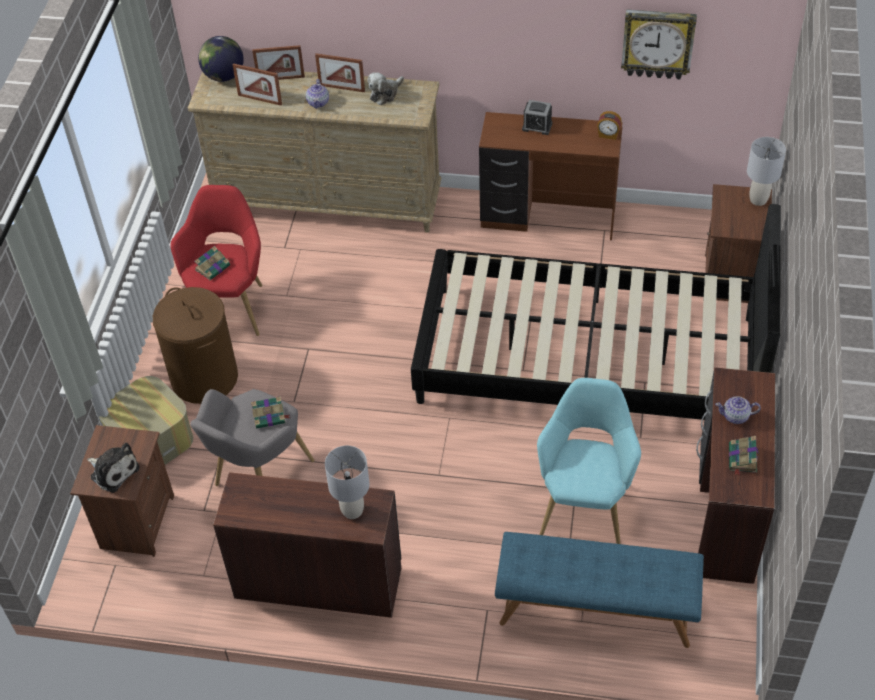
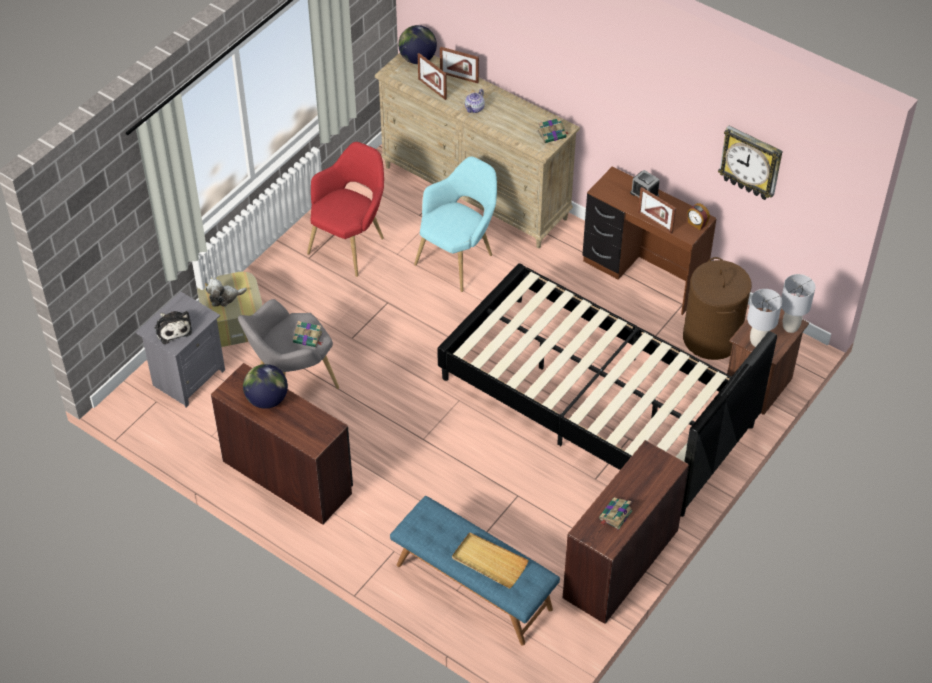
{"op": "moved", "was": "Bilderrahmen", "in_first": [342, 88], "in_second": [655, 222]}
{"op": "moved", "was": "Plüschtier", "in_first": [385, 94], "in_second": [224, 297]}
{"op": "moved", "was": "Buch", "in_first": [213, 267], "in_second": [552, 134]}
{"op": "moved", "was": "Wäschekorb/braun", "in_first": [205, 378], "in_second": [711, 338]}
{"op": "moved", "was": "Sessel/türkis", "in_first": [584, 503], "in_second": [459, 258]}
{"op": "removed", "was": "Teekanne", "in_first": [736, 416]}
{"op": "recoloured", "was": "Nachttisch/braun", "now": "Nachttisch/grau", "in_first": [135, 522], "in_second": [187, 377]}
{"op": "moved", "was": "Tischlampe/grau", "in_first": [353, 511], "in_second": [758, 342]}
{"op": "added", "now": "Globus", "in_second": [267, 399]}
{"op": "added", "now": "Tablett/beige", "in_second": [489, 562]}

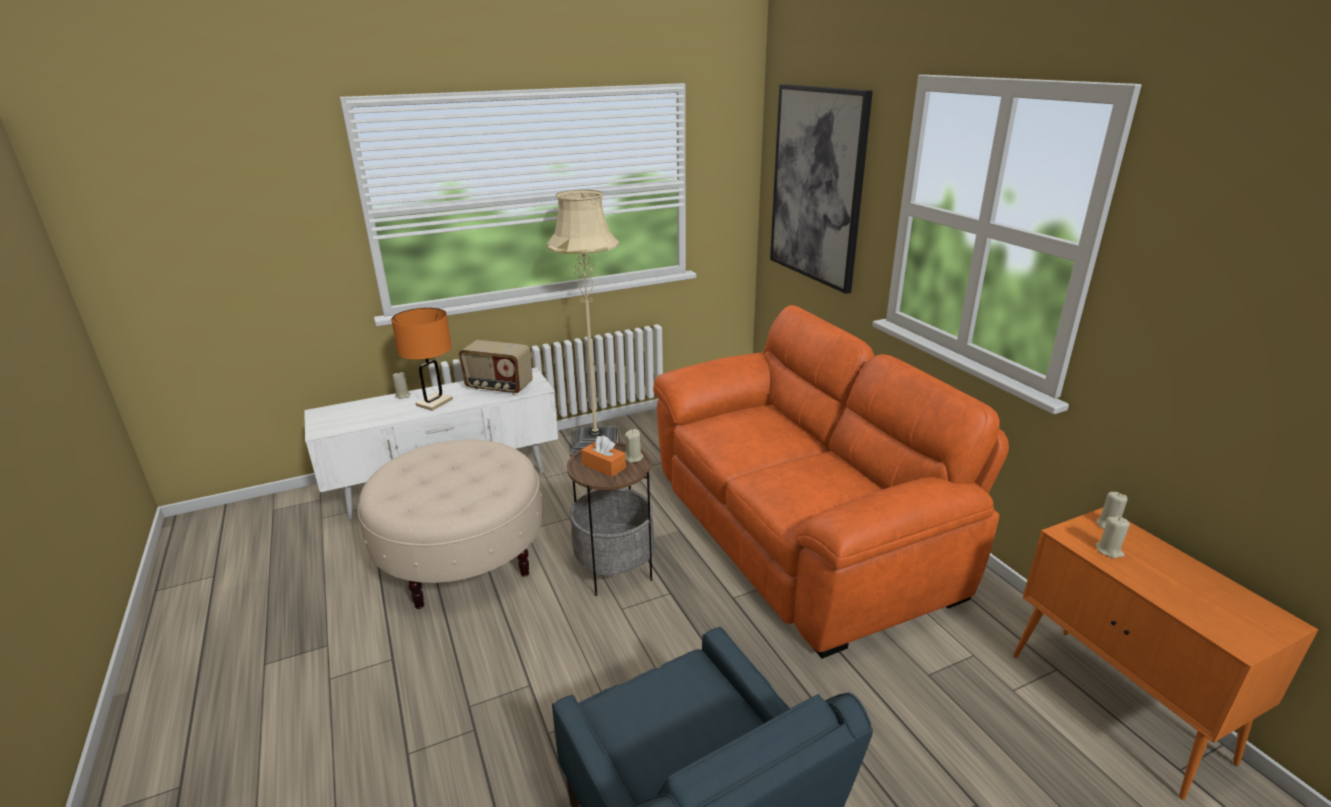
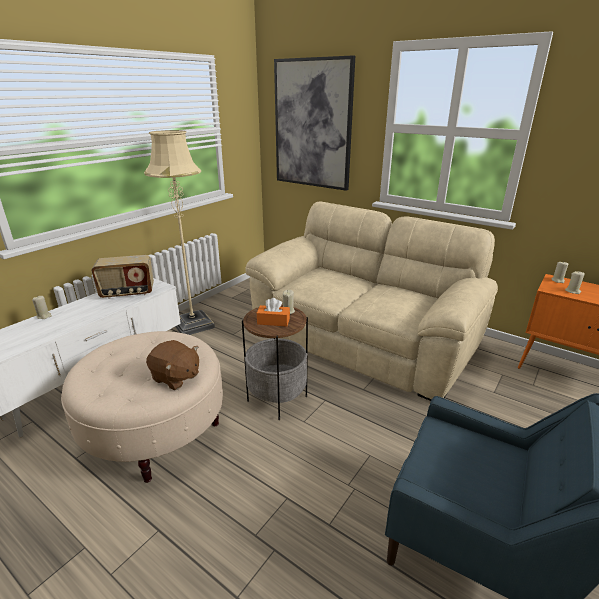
{"op": "recoloured", "was": "Sofa/orange", "now": "Sofa/beige", "in_first": [800, 529], "in_second": [364, 339]}
{"op": "removed", "was": "Tischlampe/orange", "in_first": [434, 402]}
{"op": "added", "now": "Plüschtier/braun", "in_second": [176, 378]}

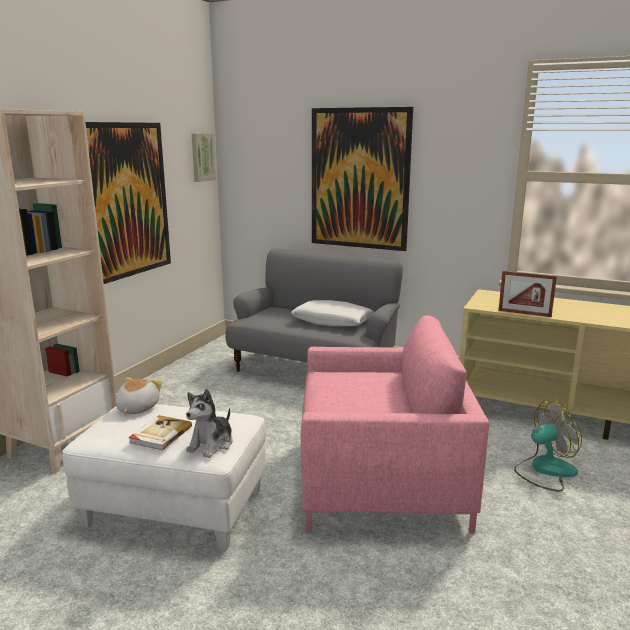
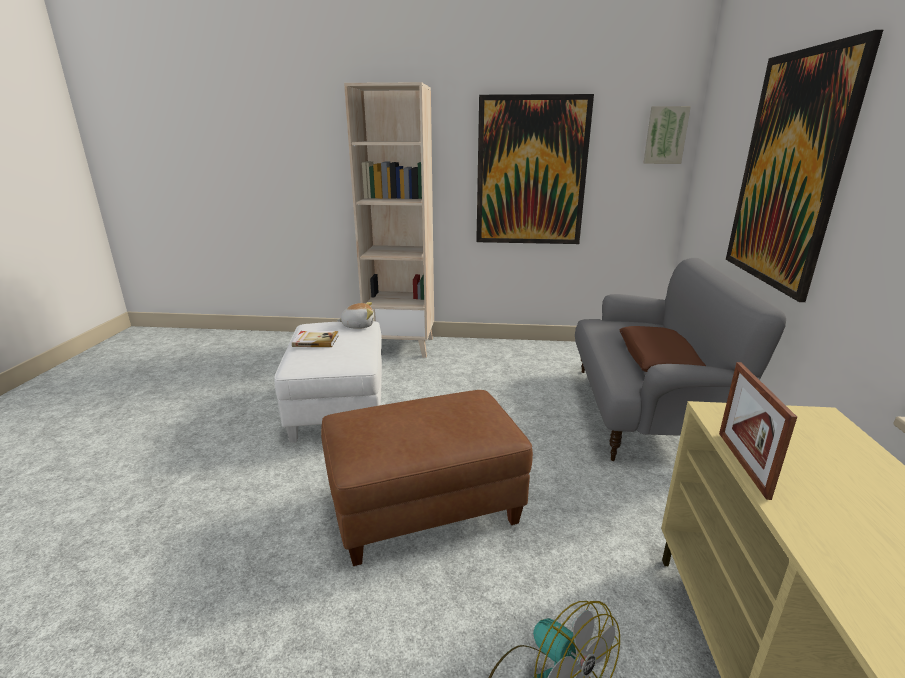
{"op": "recoloured", "was": "Kissen/weiß", "now": "Kissen/braun", "in_first": [332, 321], "in_second": [657, 361]}
{"op": "replaced", "was": "Sessel/rosa", "now": "Polsterhocker/braun", "in_first": [382, 481], "in_second": [423, 509]}
{"op": "removed", "was": "Plüschtier", "in_first": [211, 444]}

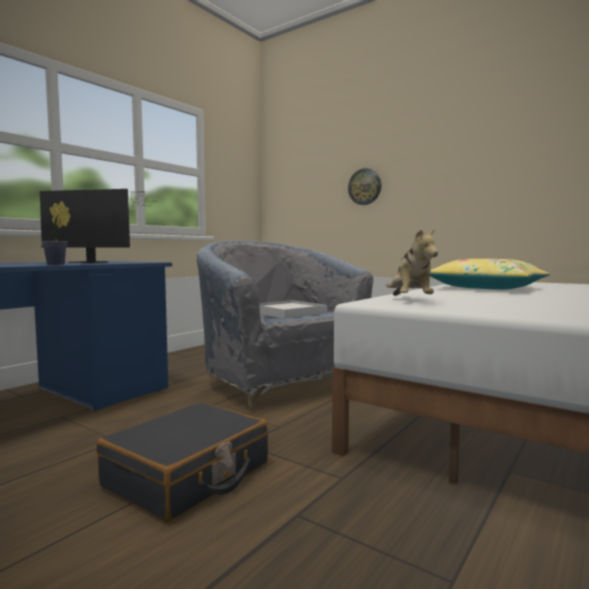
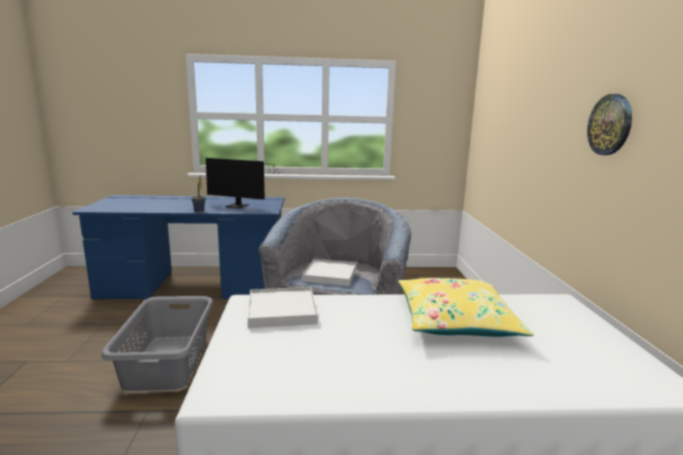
{"op": "moved", "was": "Wanduhr", "in_first": [365, 187], "in_second": [610, 125]}
{"op": "turned", "was": "Monitor", "in_first": [92, 262], "in_second": [239, 206], "clockwise": -45}
{"op": "replaced", "was": "Plüschtier", "now": "Tablett/weiß", "in_first": [410, 300], "in_second": [282, 310]}
{"op": "replaced", "was": "Koffer/schwarz", "now": "Wäschekorb/grau", "in_first": [188, 476], "in_second": [168, 361]}

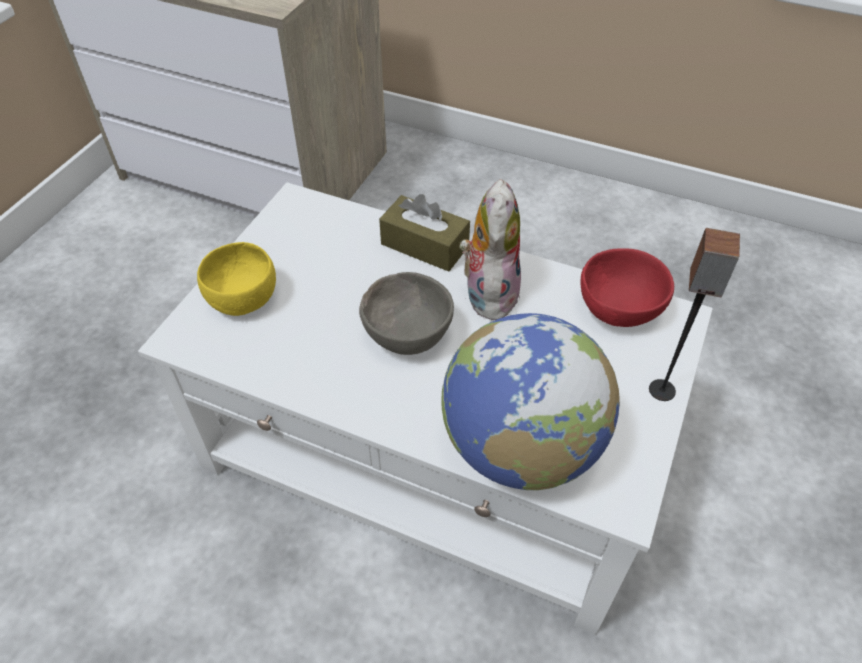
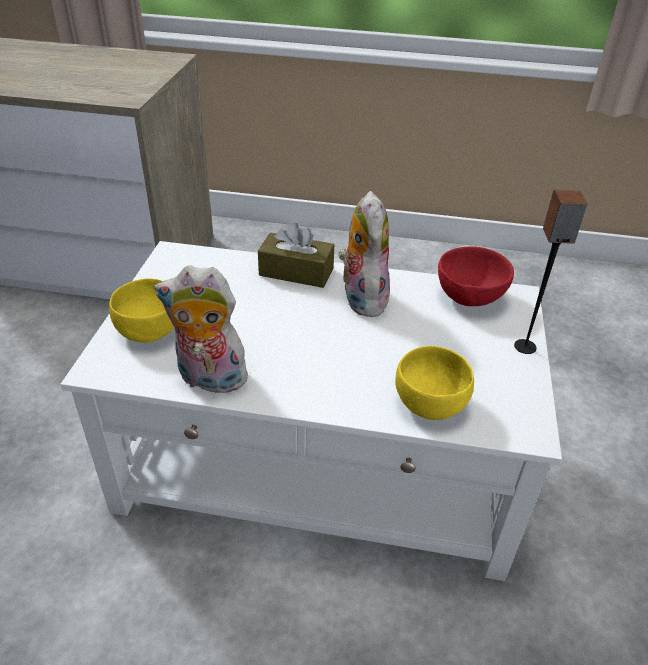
{"op": "removed", "was": "Schüssel/grau", "in_first": [407, 335]}
{"op": "replaced", "was": "Globus", "now": "Schüssel/gelb", "in_first": [521, 446], "in_second": [431, 403]}
{"op": "added", "now": "Plüschtier", "in_second": [209, 380]}

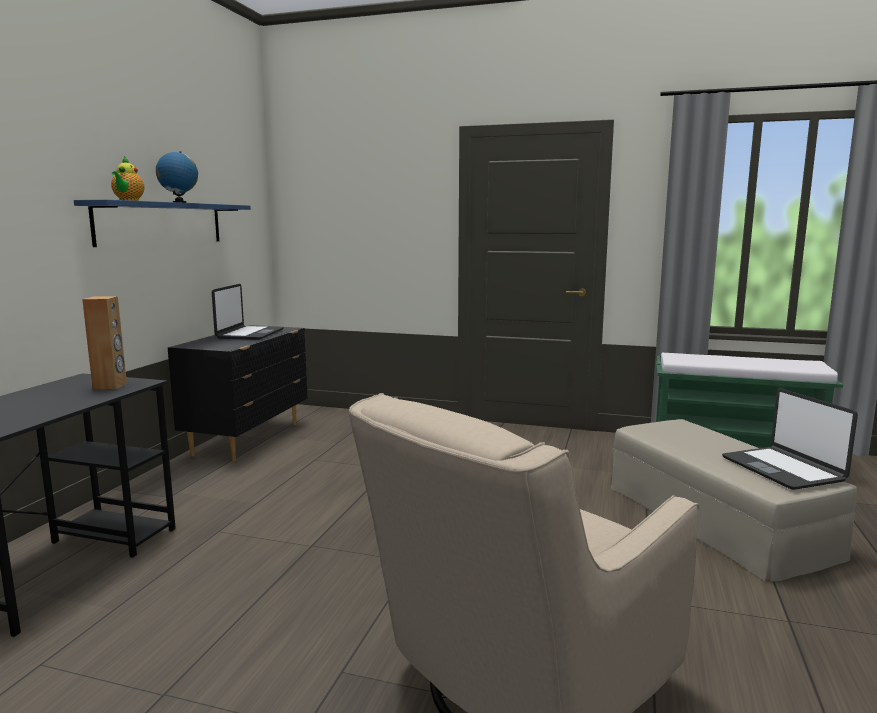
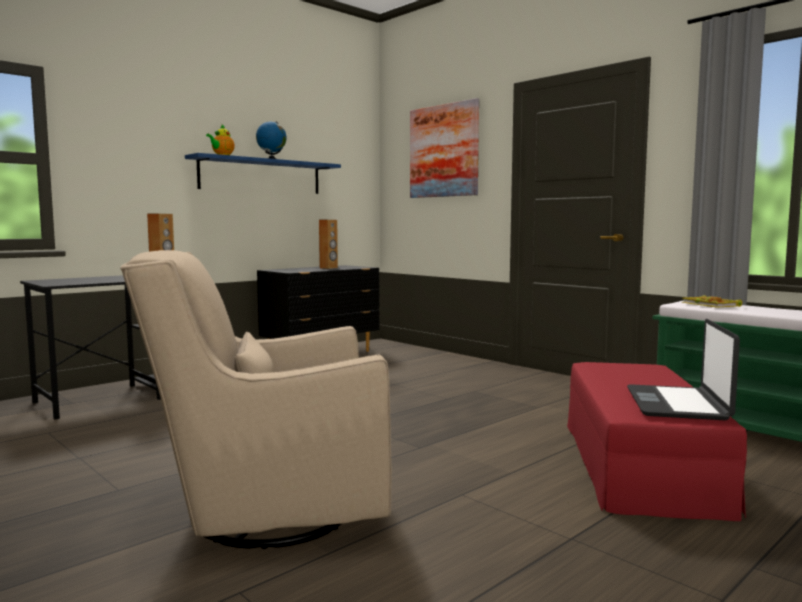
{"op": "replaced", "was": "Laptop", "now": "Lautsprecher/braun", "in_first": [249, 334], "in_second": [328, 268]}
{"op": "recoloured", "was": "Polsterhocker/beige", "now": "Polsterhocker/rot", "in_first": [716, 518], "in_second": [639, 463]}
{"op": "added", "now": "Bild", "in_second": [444, 151]}
{"op": "added", "now": "Buch", "in_second": [711, 305]}

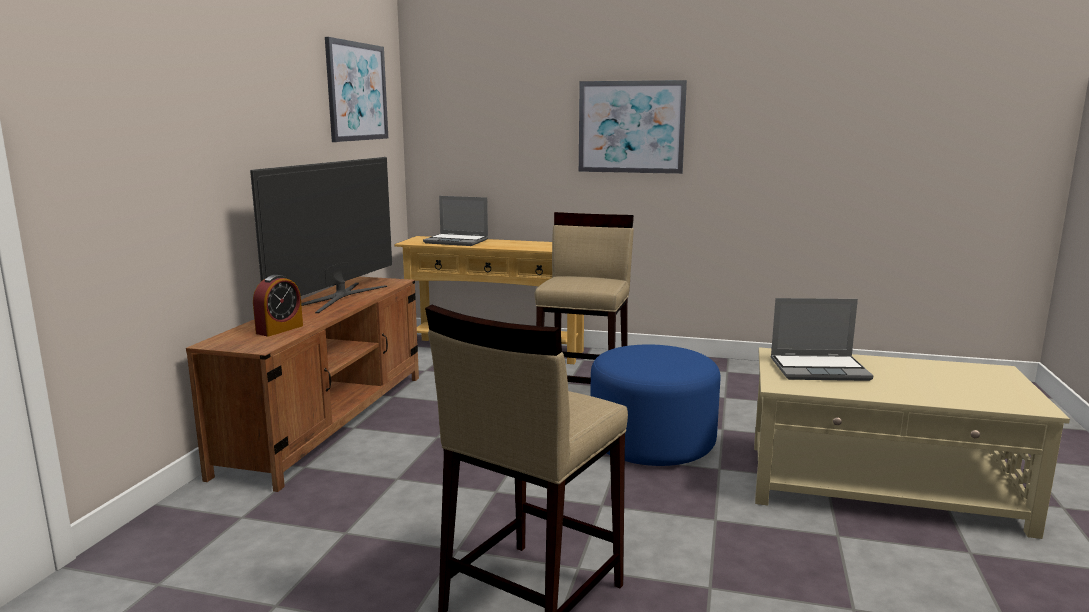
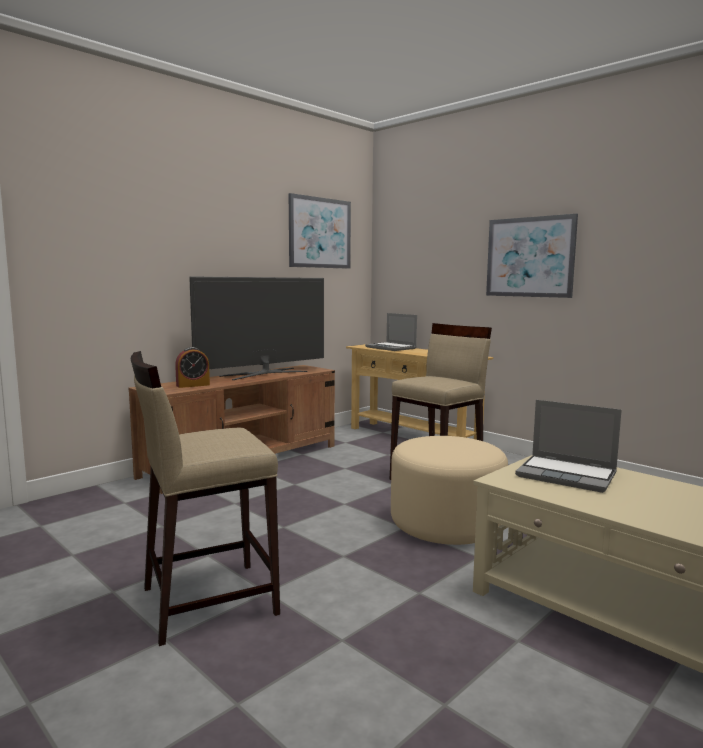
{"op": "recoloured", "was": "Polsterhocker/blau", "now": "Polsterhocker/beige", "in_first": [652, 442], "in_second": [446, 523]}

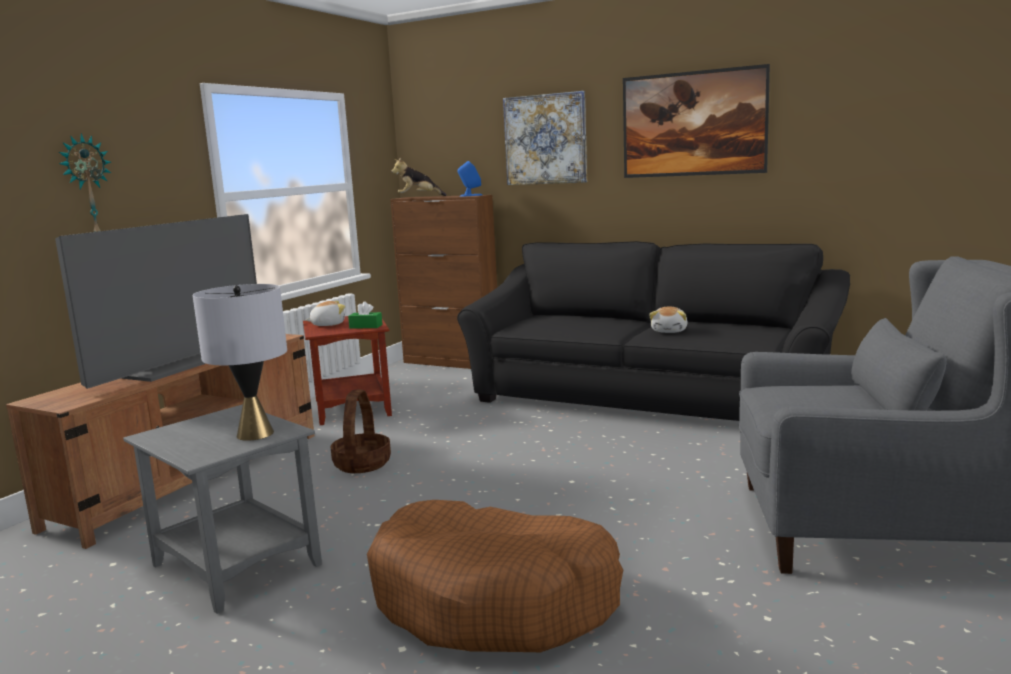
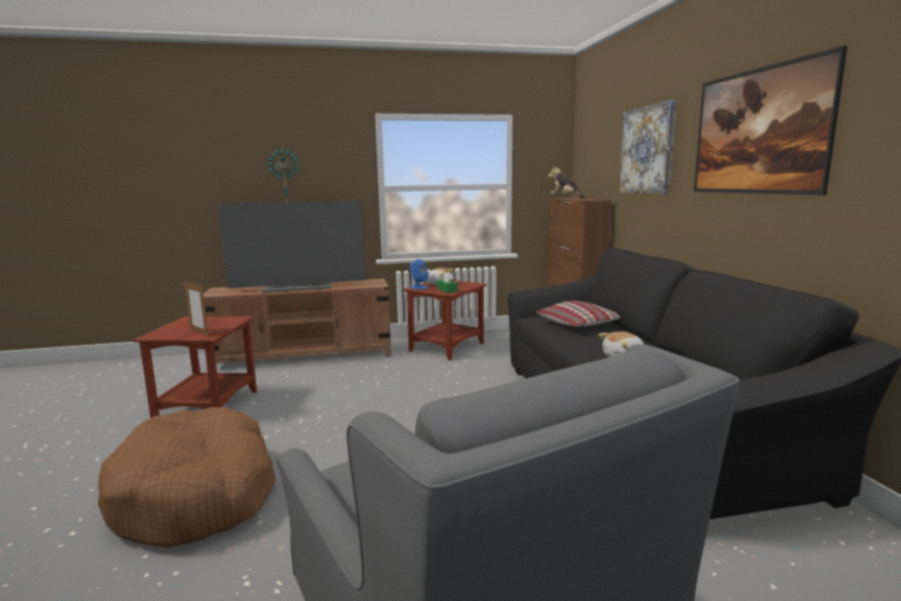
{"op": "moved", "was": "Lautsprecher/blau", "in_first": [470, 195], "in_second": [418, 287]}
{"op": "replaced", "was": "Tischlampe/grau", "now": "Bilderrahmen", "in_first": [255, 434], "in_second": [199, 332]}
{"op": "removed", "was": "Korb", "in_first": [362, 464]}
{"op": "recoloured", "was": "Beistelltisch/grau", "now": "Beistelltisch/braun", "in_first": [234, 566], "in_second": [206, 407]}
{"op": "added", "now": "Kissen", "in_second": [580, 324]}

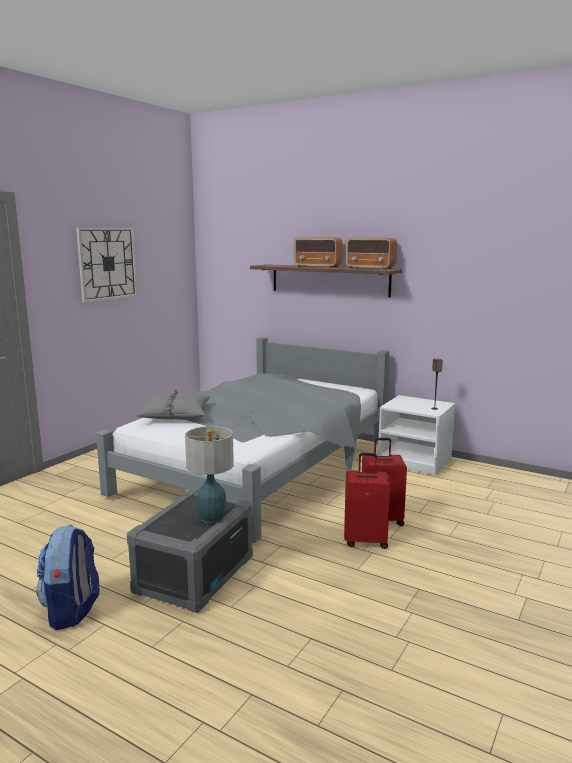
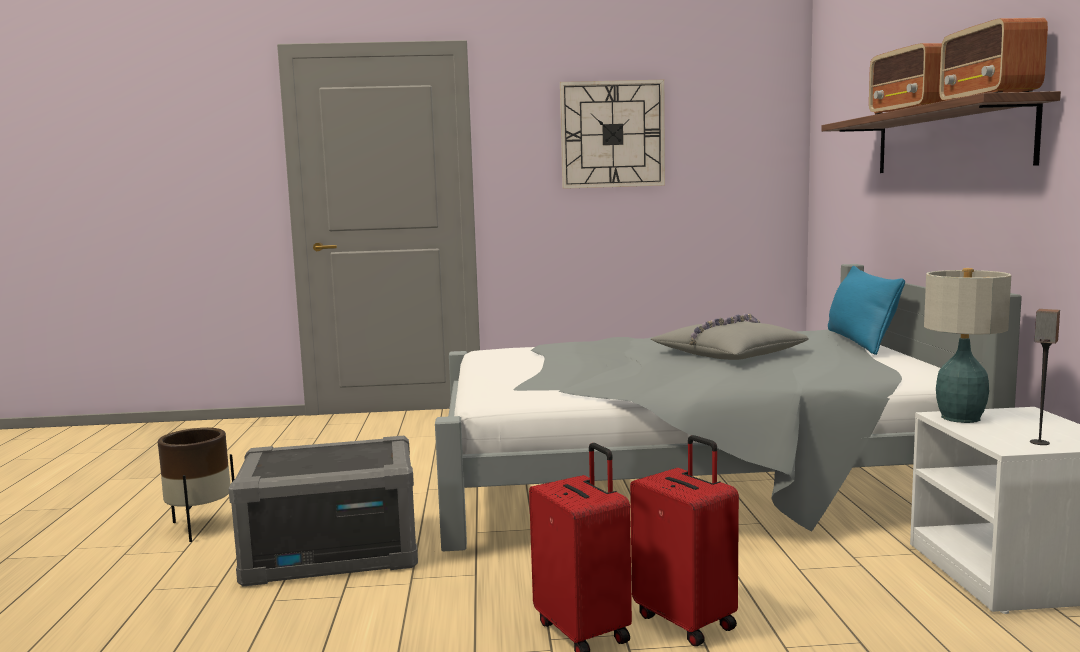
{"op": "moved", "was": "Kissen/grau", "in_first": [175, 414], "in_second": [728, 354]}
{"op": "moved", "was": "Tischlampe", "in_first": [212, 518], "in_second": [961, 418]}
{"op": "replaced", "was": "Rucksack", "now": "Pflanzkübel/braun", "in_first": [72, 611], "in_second": [200, 527]}
{"op": "added", "now": "Kissen/blau", "in_second": [859, 341]}

